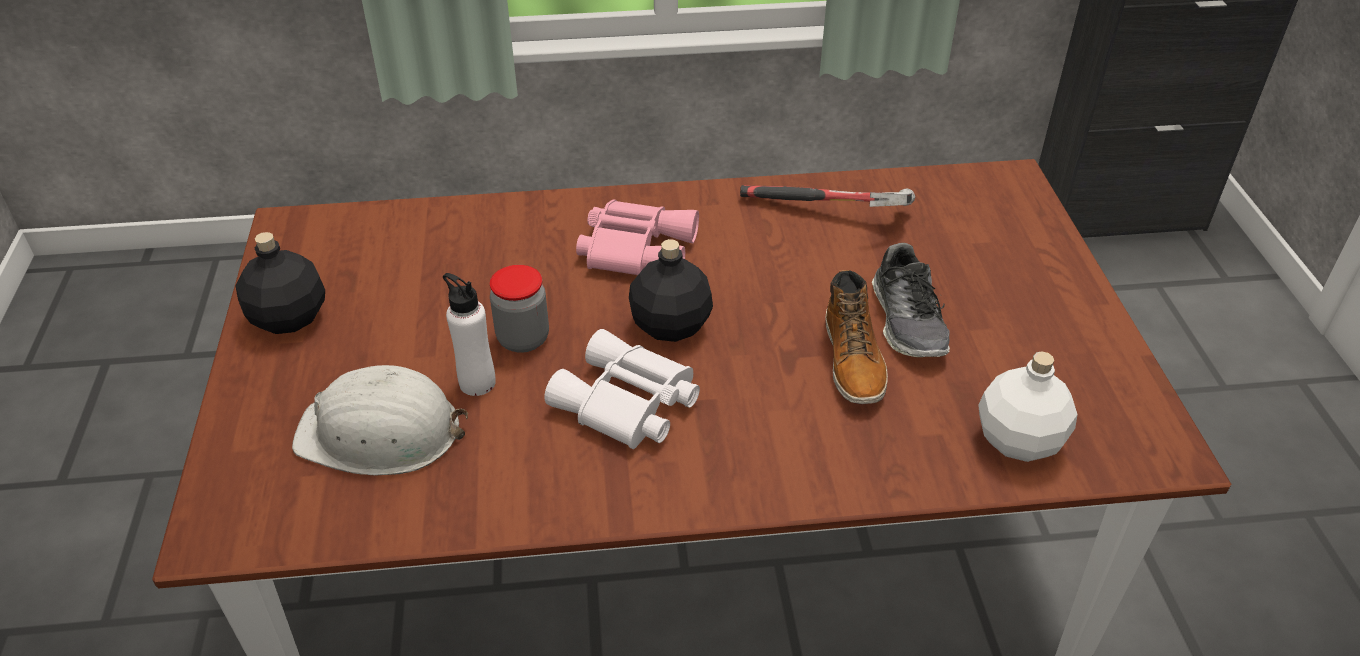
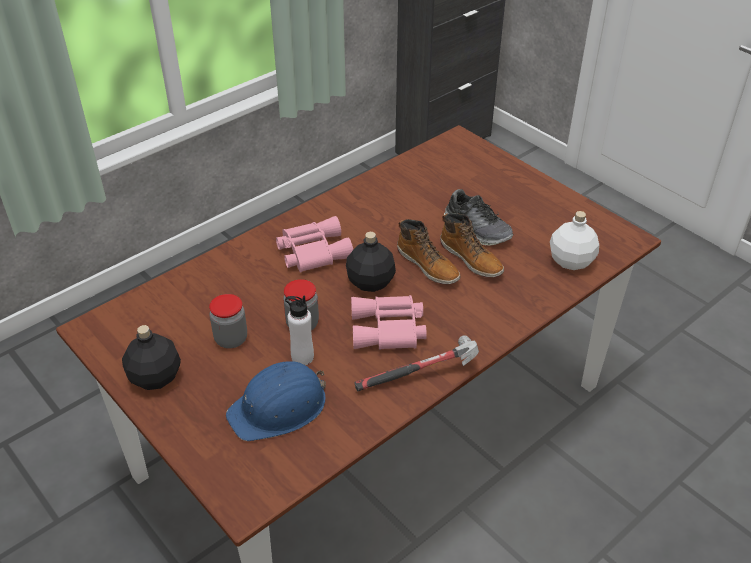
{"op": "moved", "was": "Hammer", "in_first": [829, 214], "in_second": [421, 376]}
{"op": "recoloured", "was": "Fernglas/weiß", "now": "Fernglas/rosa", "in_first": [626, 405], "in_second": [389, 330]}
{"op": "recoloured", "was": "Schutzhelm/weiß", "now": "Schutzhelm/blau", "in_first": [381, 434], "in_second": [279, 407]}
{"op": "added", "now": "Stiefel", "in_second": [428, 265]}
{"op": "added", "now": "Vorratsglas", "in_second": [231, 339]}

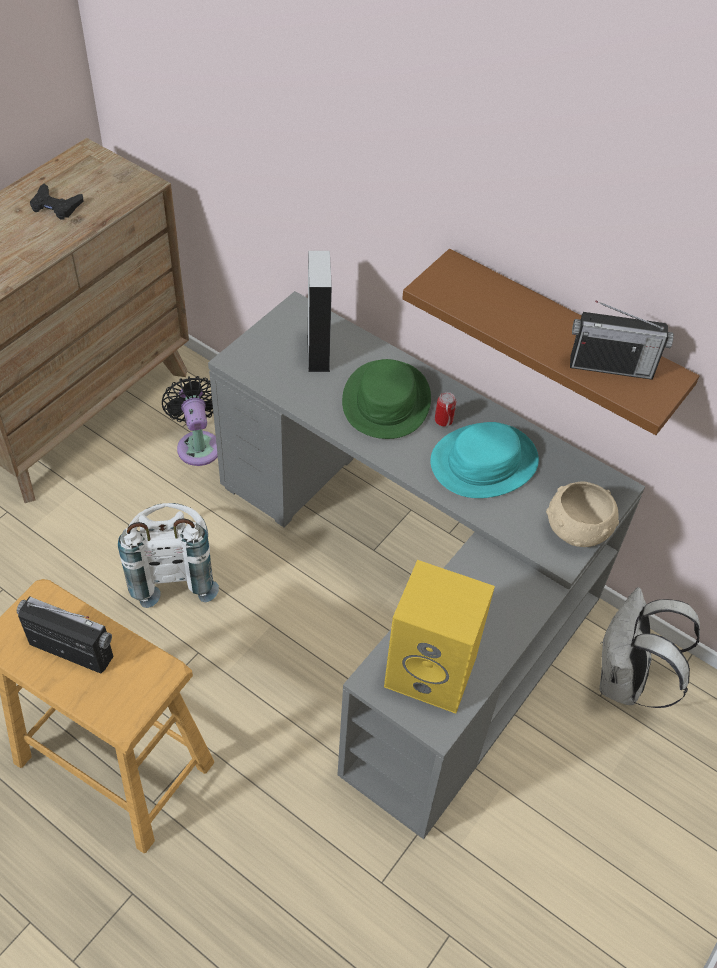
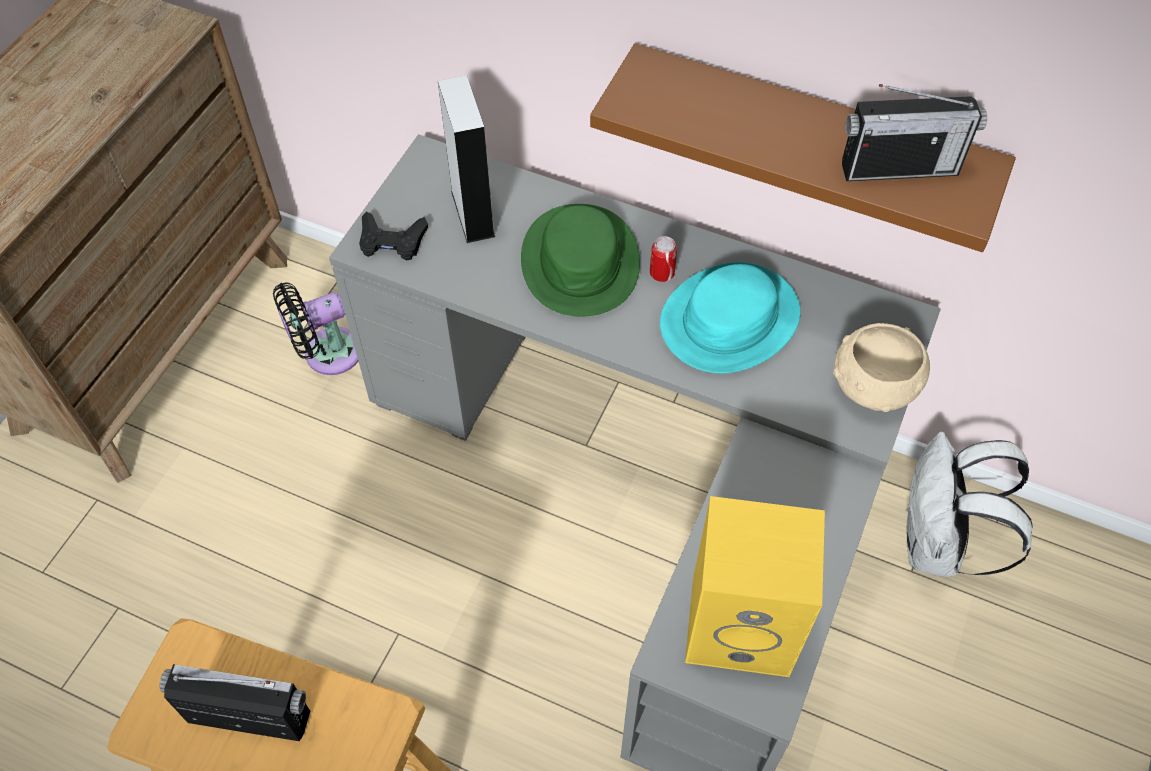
{"op": "moved", "was": "Gamepad/schwarz", "in_first": [56, 206], "in_second": [392, 241]}
{"op": "turned", "was": "Ventilator/schwarz", "in_first": [198, 444], "in_second": [327, 354], "clockwise": -90}
{"op": "removed", "was": "Rucksack/weiß", "in_first": [172, 572]}

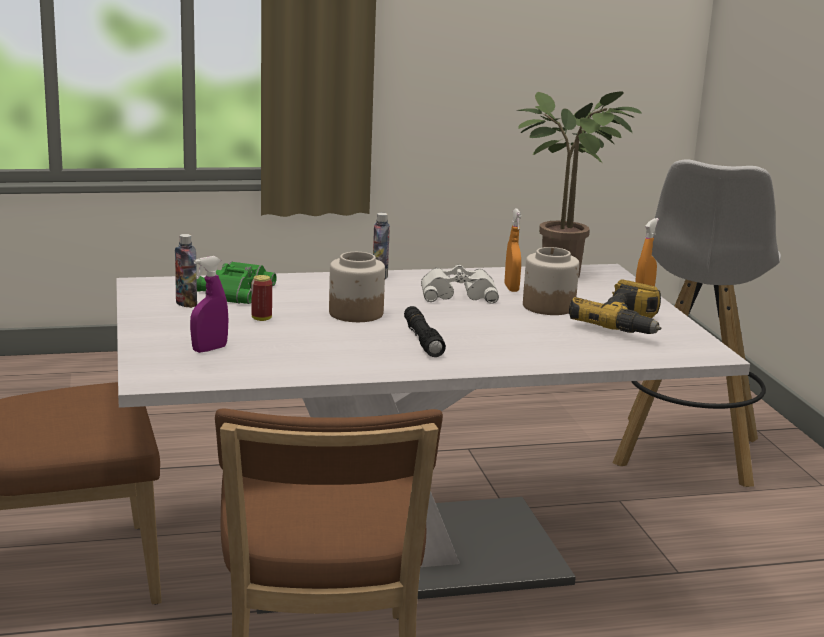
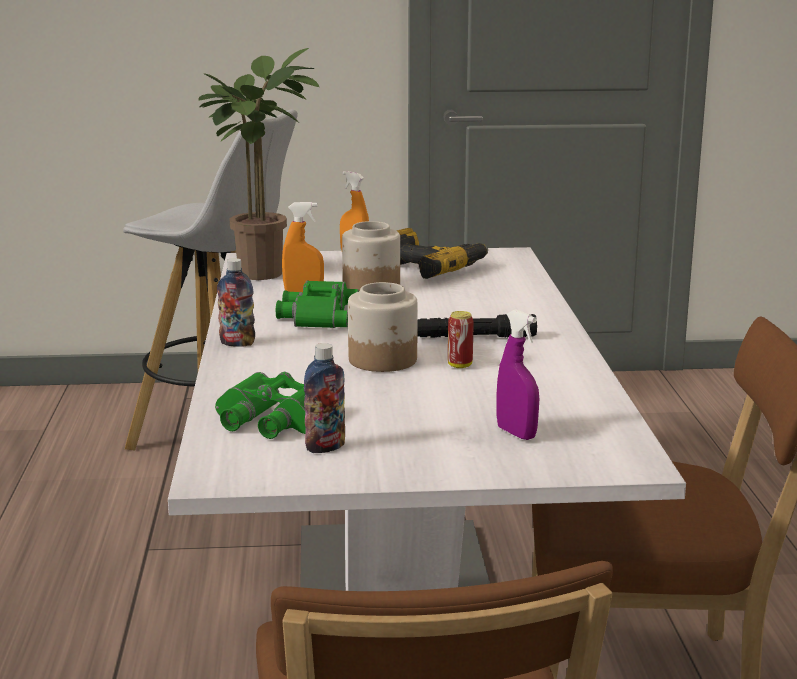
{"op": "recoloured", "was": "Fernglas/weiß", "now": "Fernglas/grün", "in_first": [458, 293], "in_second": [316, 314]}
{"op": "moved", "was": "Dose", "in_first": [261, 319], "in_second": [460, 365]}

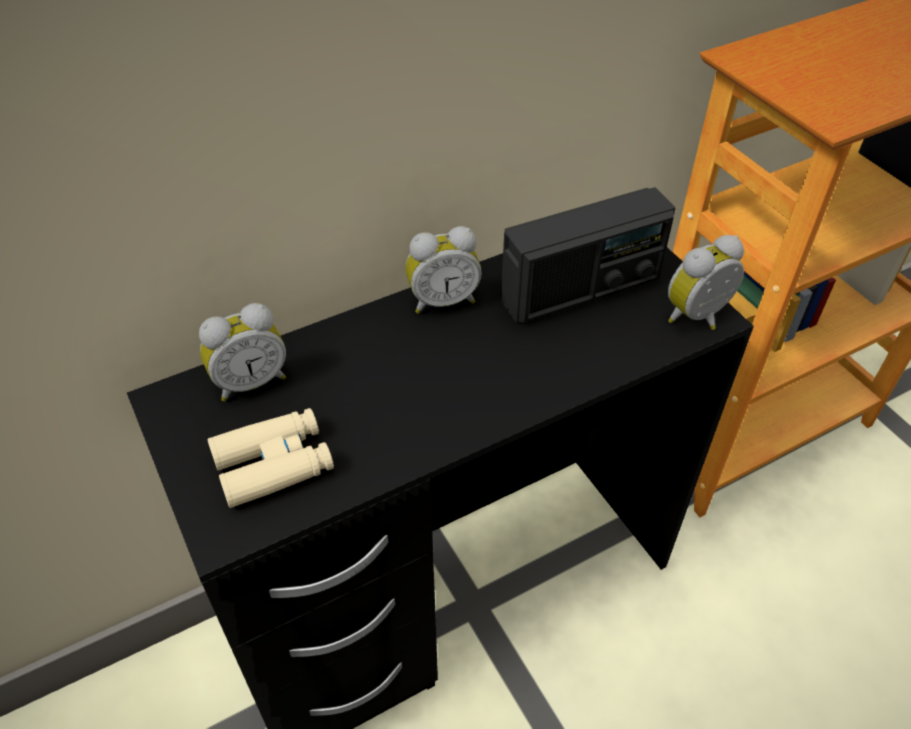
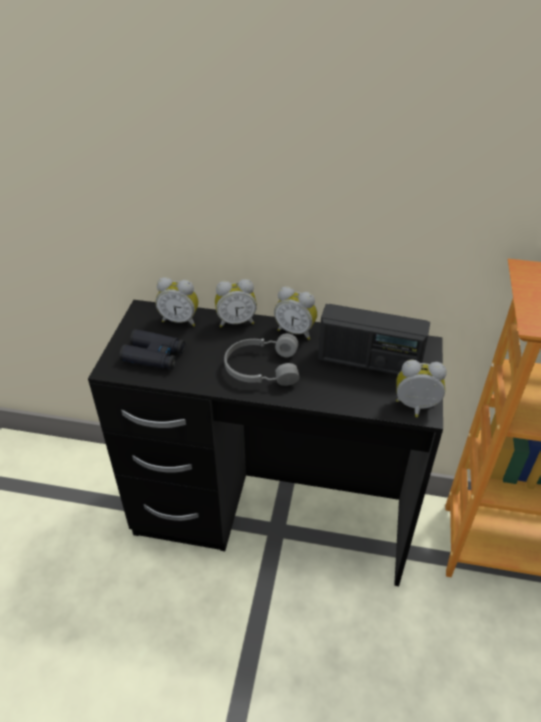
{"op": "recoloured", "was": "Fernglas/beige", "now": "Fernglas/schwarz", "in_first": [274, 464], "in_second": [154, 356]}
{"op": "added", "now": "Wecker", "in_second": [236, 321]}
{"op": "added", "now": "Kopfhörer/grau", "in_second": [261, 368]}

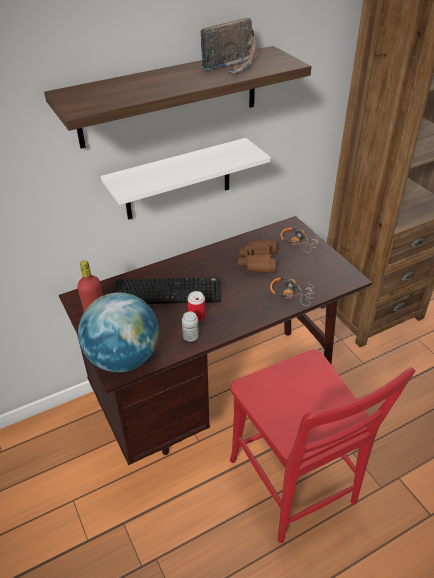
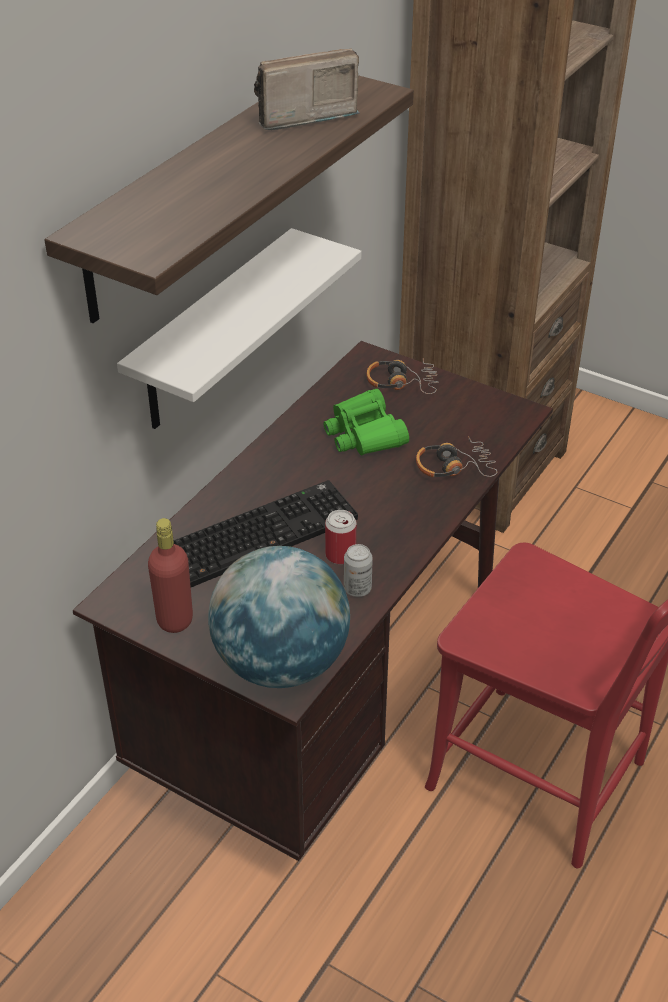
{"op": "turned", "was": "Radio", "in_first": [234, 66], "in_second": [300, 116], "clockwise": -135}
{"op": "recoloured", "was": "Fernglas/braun", "now": "Fernglas/grün", "in_first": [259, 261], "in_second": [364, 434]}

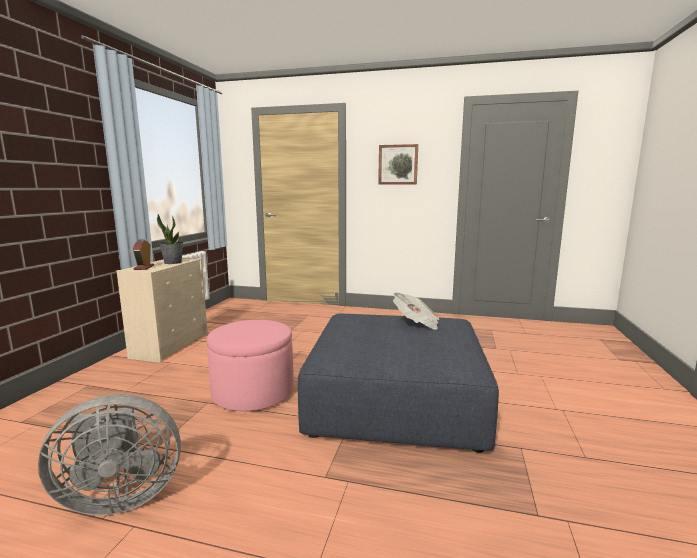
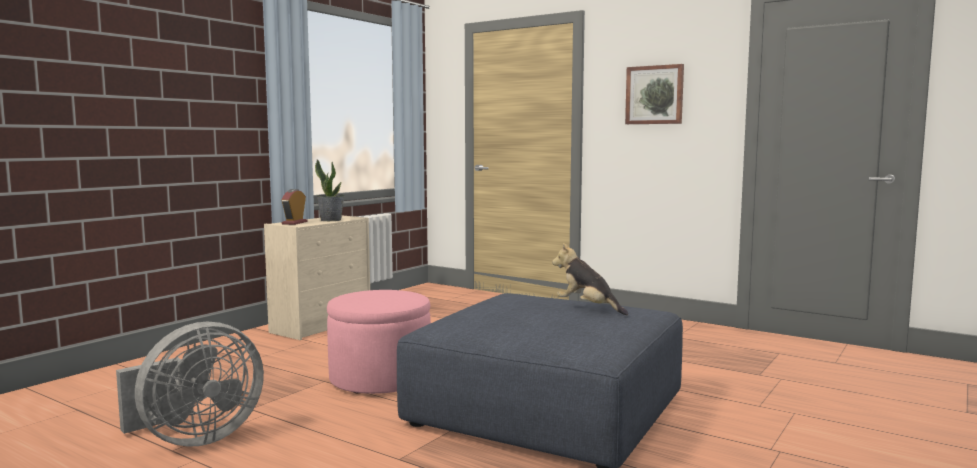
{"op": "replaced", "was": "Zeitung", "now": "Plüschtier", "in_first": [416, 323], "in_second": [588, 308]}
{"op": "turned", "was": "Ventilator/grau", "in_first": [119, 497], "in_second": [194, 439], "clockwise": -45}

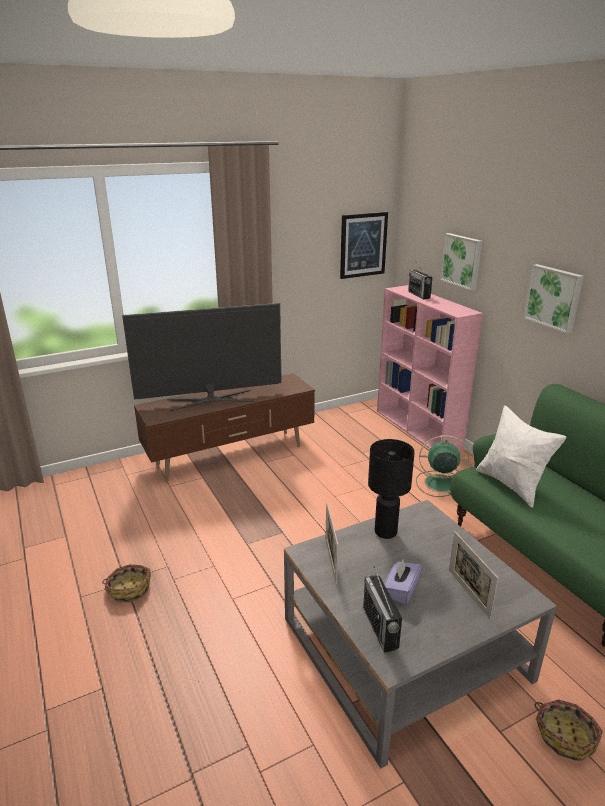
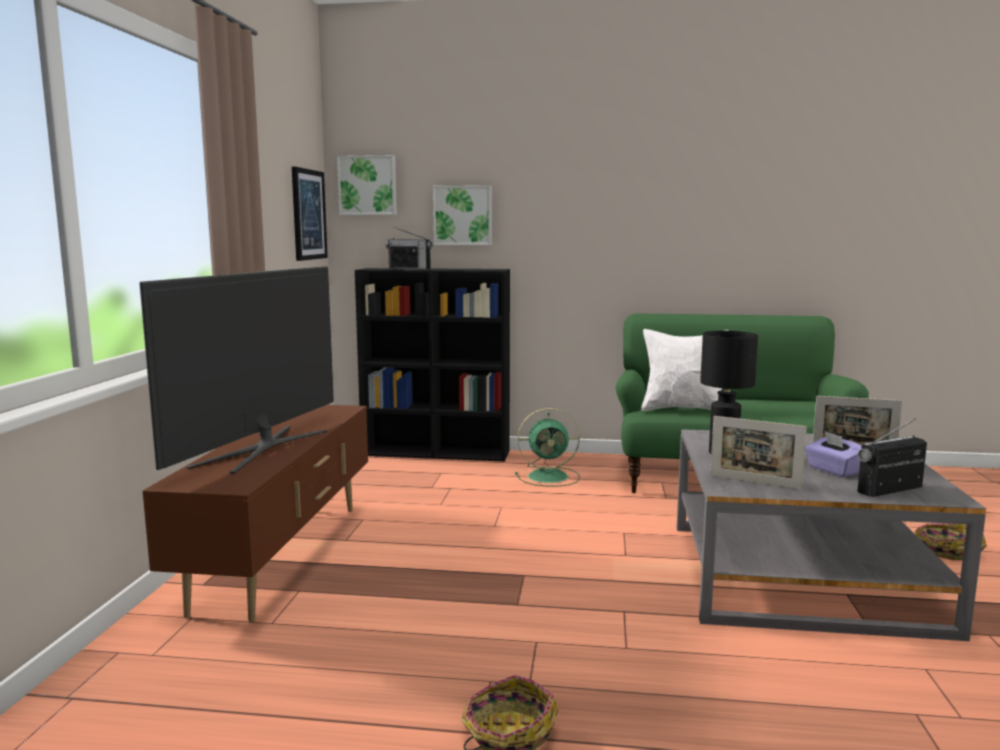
{"op": "moved", "was": "Bild", "in_first": [554, 297], "in_second": [368, 185]}
{"op": "recoloured", "was": "Bücherregal/rosa", "now": "Bücherregal/schwarz", "in_first": [418, 429], "in_second": [437, 453]}
{"op": "turned", "was": "Ventilator/grün", "in_first": [439, 483], "in_second": [550, 477], "clockwise": -135}
{"op": "turned", "was": "Radio", "in_first": [380, 628], "in_second": [890, 490], "clockwise": 135}

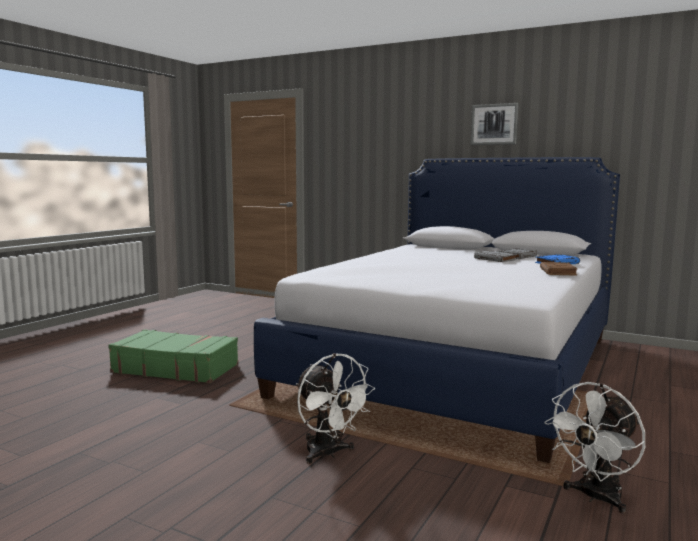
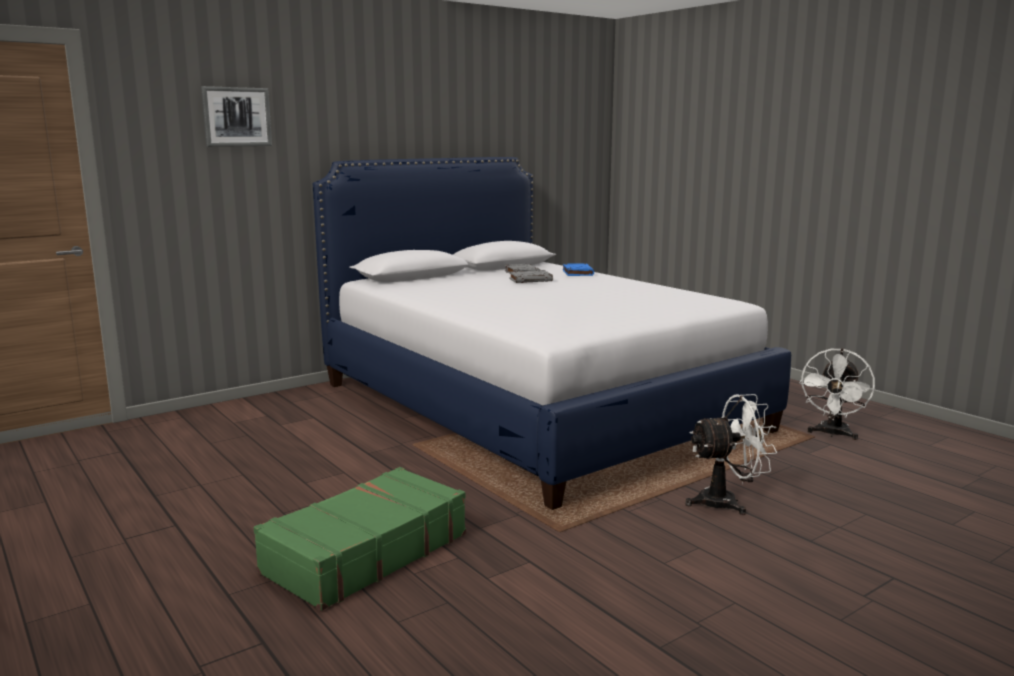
{"op": "moved", "was": "Bild", "in_first": [494, 124], "in_second": [236, 117]}
{"op": "removed", "was": "Buch/braun", "in_first": [558, 272]}
{"op": "turned", "was": "Ventilator/weiß", "in_first": [595, 498], "in_second": [832, 434], "clockwise": 45}

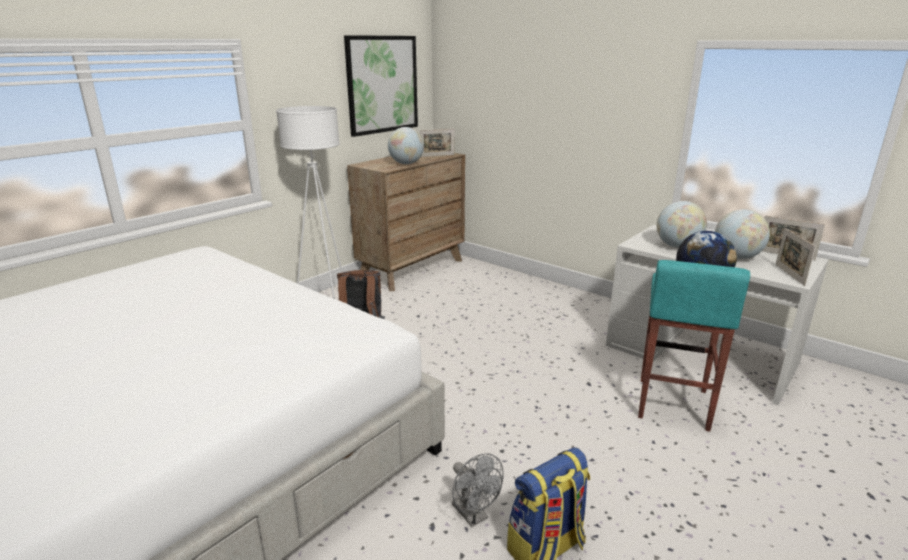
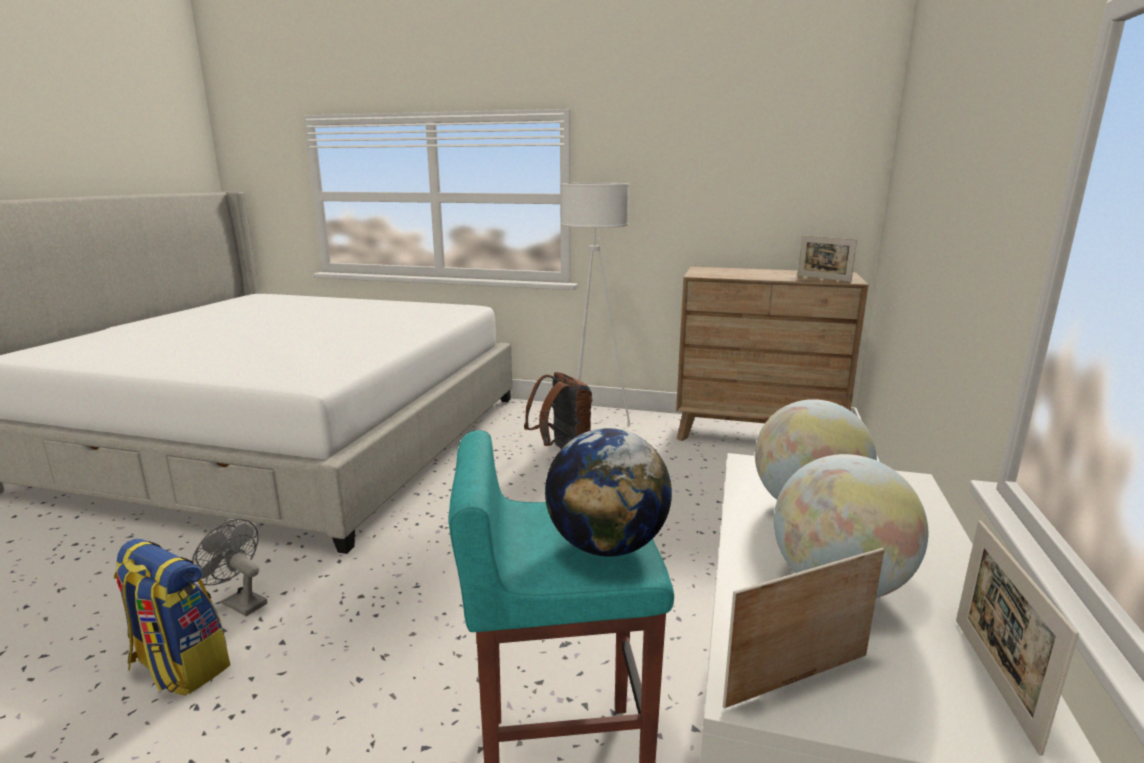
{"op": "removed", "was": "Bild", "in_first": [382, 84]}
{"op": "removed", "was": "Globus", "in_first": [406, 163]}
{"op": "turned", "was": "Ventilator/grau", "in_first": [474, 515], "in_second": [239, 602], "clockwise": 90}

